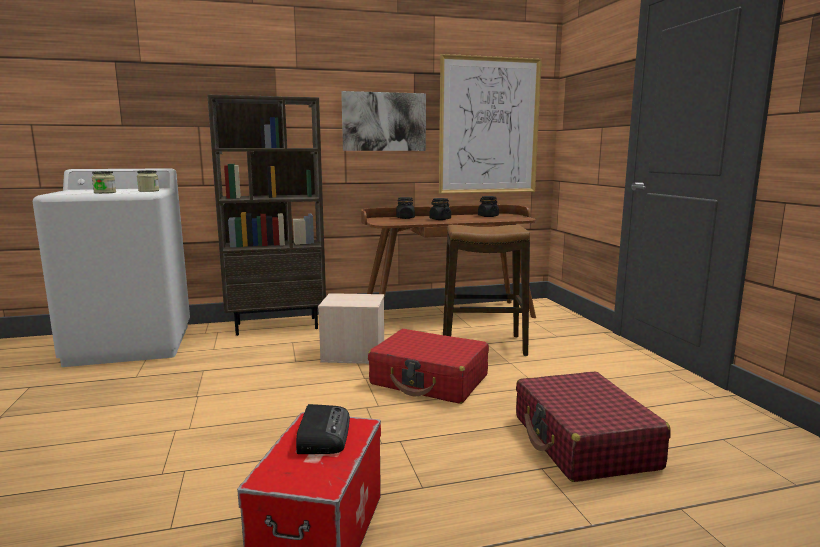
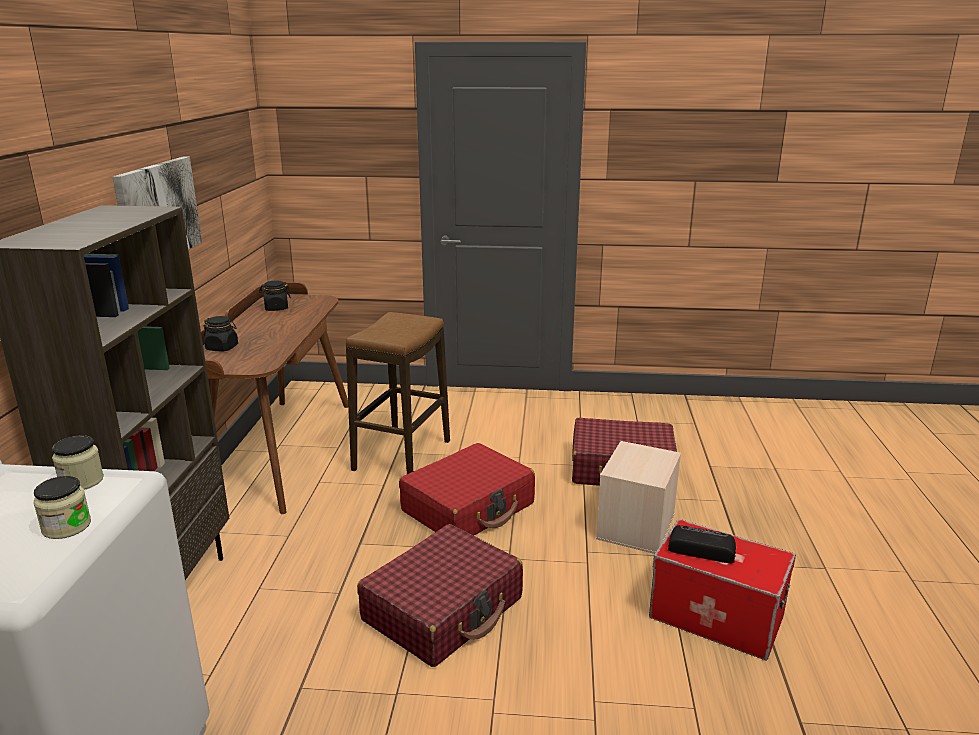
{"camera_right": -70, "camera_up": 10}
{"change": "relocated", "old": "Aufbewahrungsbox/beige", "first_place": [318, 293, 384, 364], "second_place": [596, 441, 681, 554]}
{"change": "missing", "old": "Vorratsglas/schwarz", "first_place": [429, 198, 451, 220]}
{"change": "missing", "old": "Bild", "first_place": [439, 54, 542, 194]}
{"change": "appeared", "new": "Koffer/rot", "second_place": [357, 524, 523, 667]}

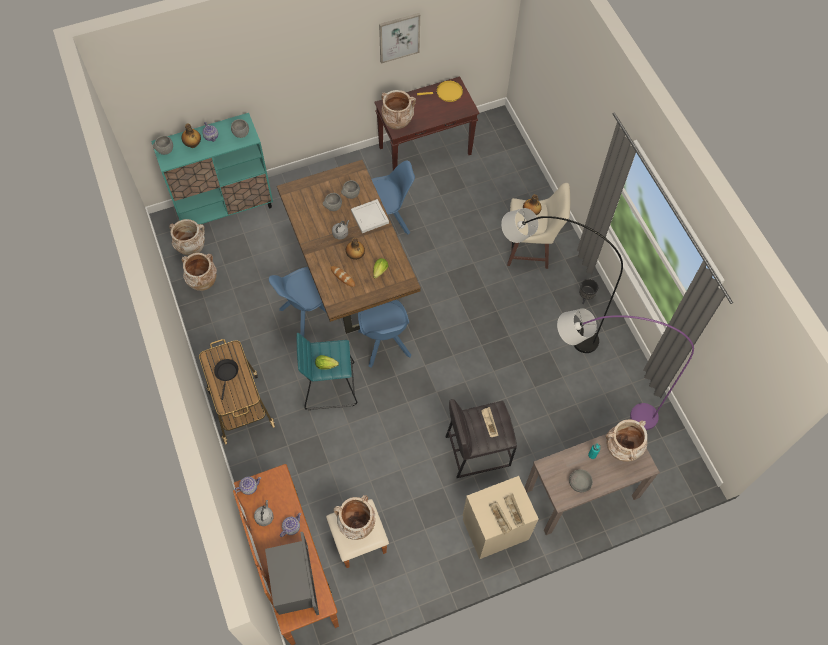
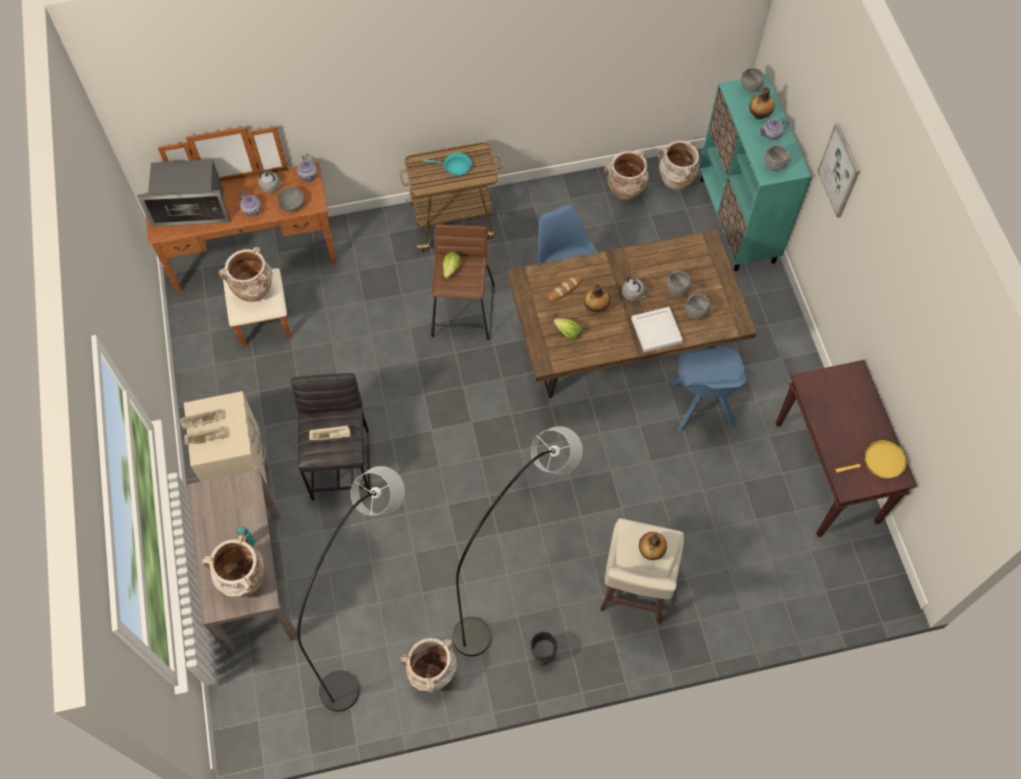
{"camera_right": 100, "camera_up": 0}
{"change": "colour", "old": "Pfanne/schwarz", "new": "Pfanne/türkis", "first_place": [214, 359, 238, 400], "second_place": [423, 152, 472, 176]}
{"change": "colour", "old": "Hocker/türkis", "new": "Hocker/braun", "first_place": [297, 332, 357, 410], "second_place": [431, 224, 495, 340]}
{"change": "missing", "old": "Stuhl/blau", "first_place": [358, 300, 411, 368]}
{"change": "relocated", "old": "Bild", "first_place": [379, 13, 420, 64], "second_place": [817, 123, 860, 218]}
{"change": "relocated", "old": "Vase/beige", "first_place": [381, 90, 416, 130], "second_place": [400, 638, 457, 692]}
{"change": "spun", "old": "Pfanne/gelb", "first_place": [417, 81, 463, 102], "second_place": [836, 440, 907, 479], "degrees": -105}
{"change": "colour", "old": "Stehlampe/lila", "new": "Stehlampe/schwarz", "first_place": [557, 308, 694, 430], "second_place": [297, 466, 405, 712]}
{"change": "relocated", "old": "Schüssel/grau", "first_place": [569, 469, 593, 492], "second_place": [278, 187, 304, 212]}

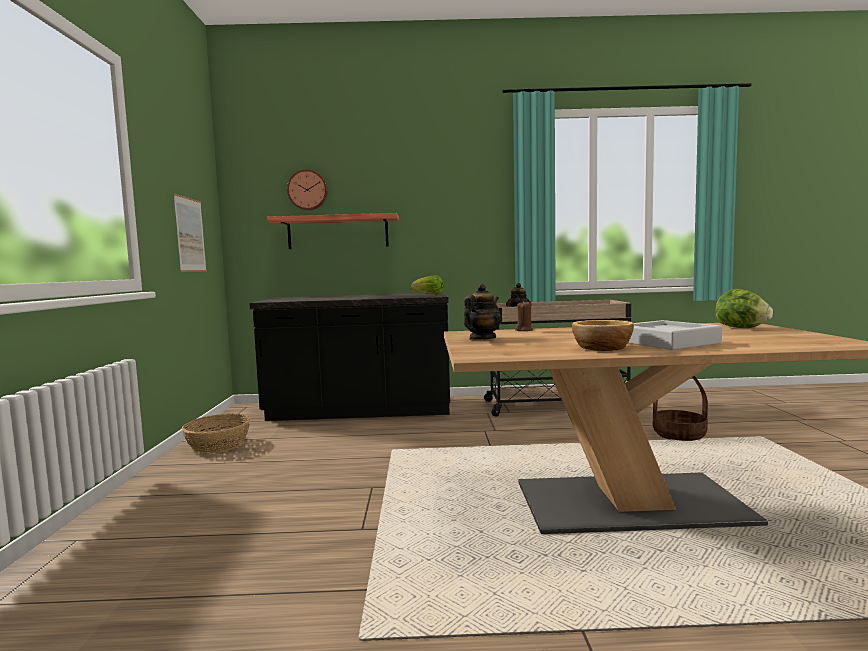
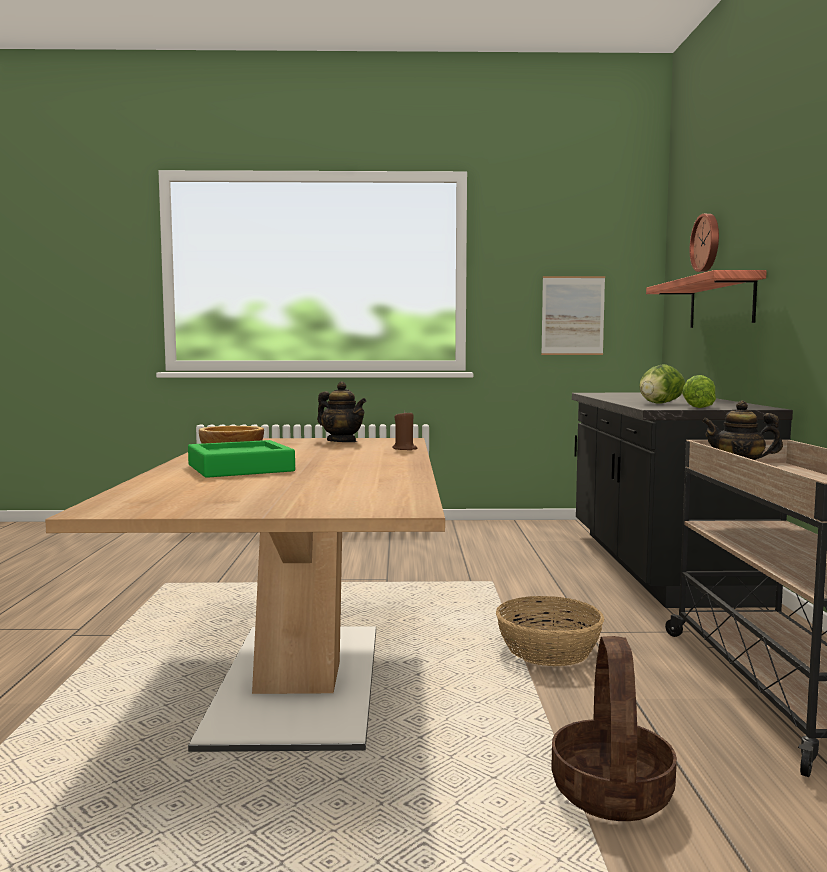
{"camera_right": 90, "camera_up": 0}
{"change": "relocated", "old": "Korb", "first_place": [181, 414, 250, 453], "second_place": [496, 596, 604, 666]}
{"change": "colour", "old": "Tablett/grau", "new": "Tablett/grün", "first_place": [628, 320, 722, 350], "second_place": [188, 440, 295, 478]}
{"change": "relocated", "old": "Salatkopf", "first_place": [716, 289, 773, 328], "second_place": [639, 364, 685, 404]}

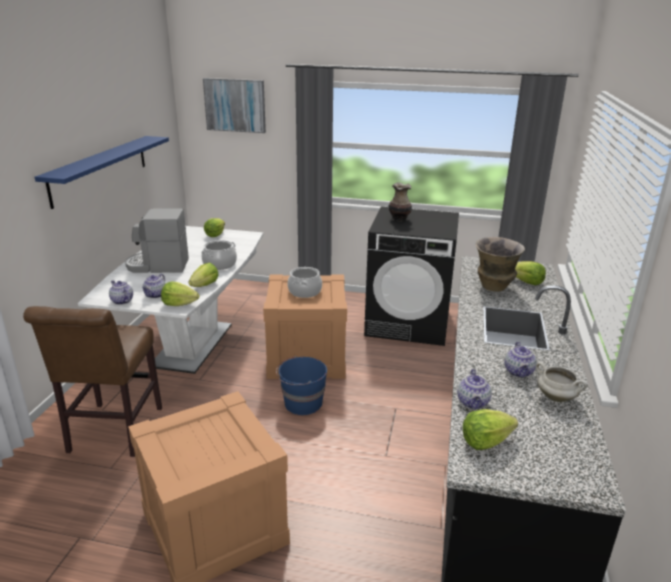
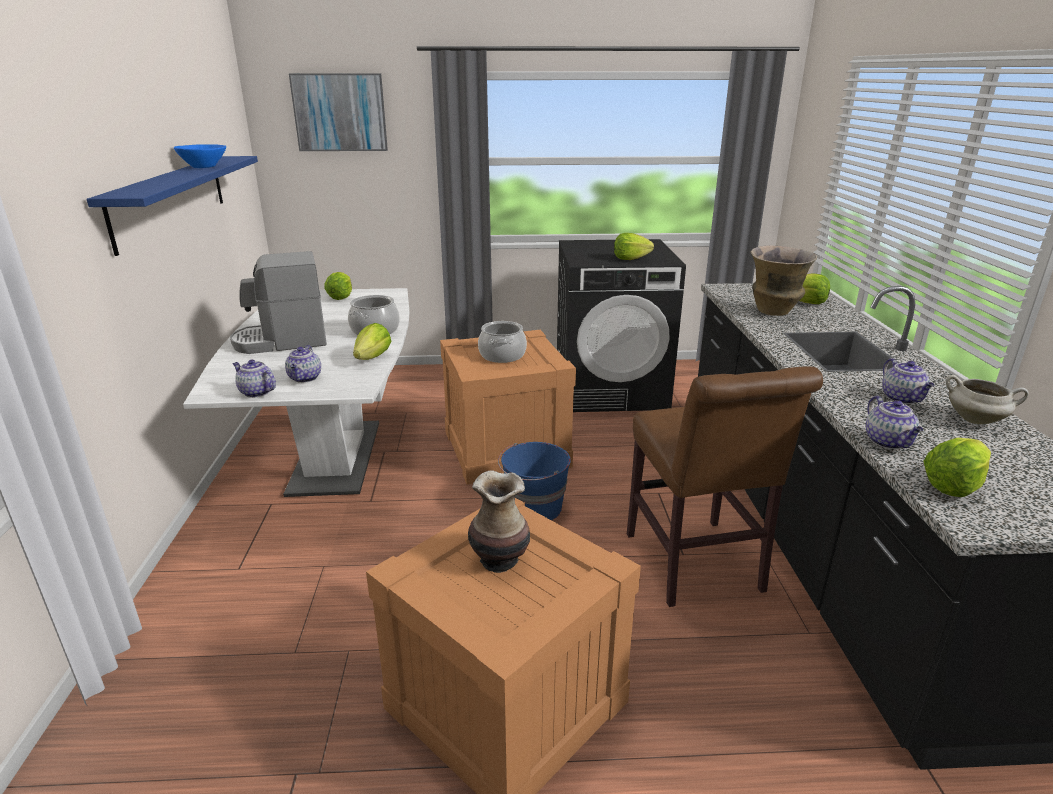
{"camera_right": -15, "camera_up": 0}
{"change": "relocated", "old": "Stuhl/braun", "first_place": [23, 306, 162, 457], "second_place": [627, 366, 823, 607]}
{"change": "relocated", "old": "Salatkopf", "first_place": [161, 281, 200, 306], "second_place": [614, 233, 654, 260]}
{"change": "relocated", "old": "Vase", "first_place": [388, 182, 412, 221], "second_place": [468, 470, 530, 573]}
{"change": "appeared", "new": "Schüssel/blau", "second_place": [174, 144, 226, 168]}

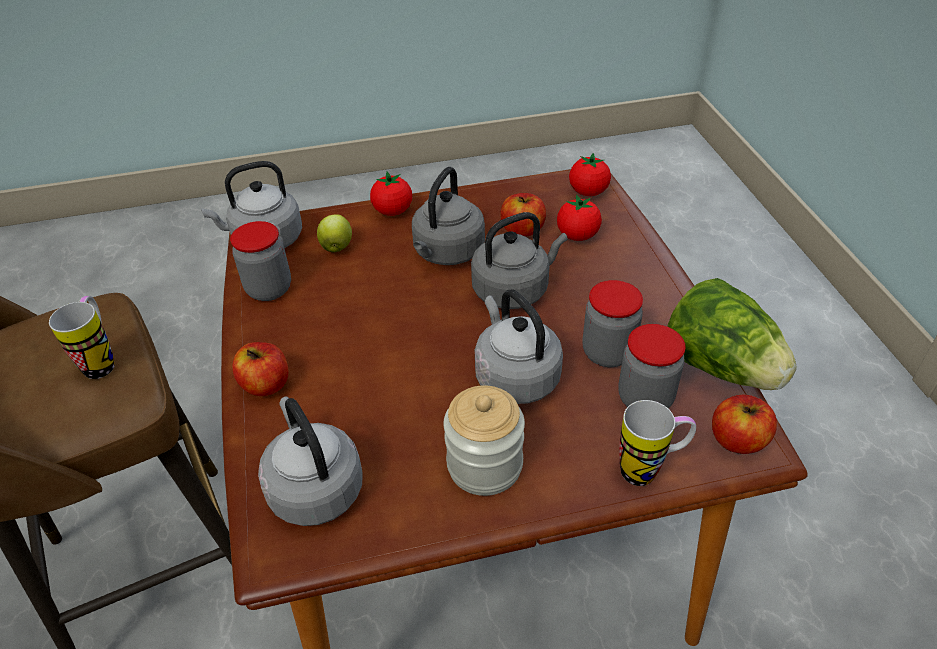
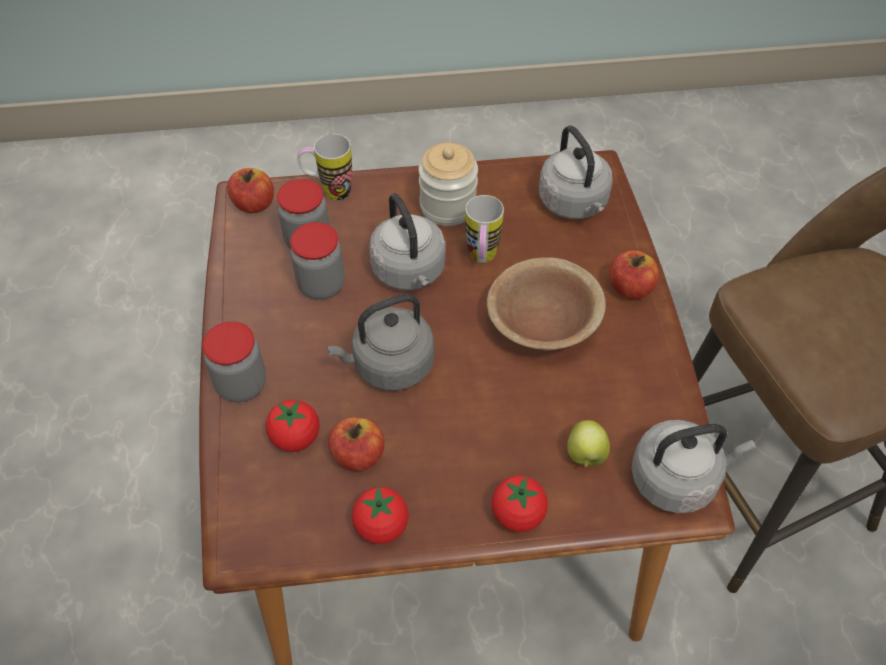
{"camera_right": -175, "camera_up": 10}
{"change": "relocated", "old": "Henkelbecher", "first_place": [49, 296, 115, 379], "second_place": [465, 195, 504, 263]}
{"change": "relocated", "old": "Vorratsglas", "first_place": [230, 221, 291, 301], "second_place": [202, 322, 266, 402]}
{"change": "missing", "old": "Wasserkessel/grau", "first_place": [412, 167, 485, 265]}
{"change": "relocated", "old": "Tomate", "first_place": [569, 153, 611, 196], "second_place": [352, 486, 409, 544]}
{"change": "missing", "old": "Salatkopf", "first_place": [668, 278, 797, 390]}
{"change": "appeared", "new": "Schüssel/braun", "second_place": [487, 257, 606, 350]}

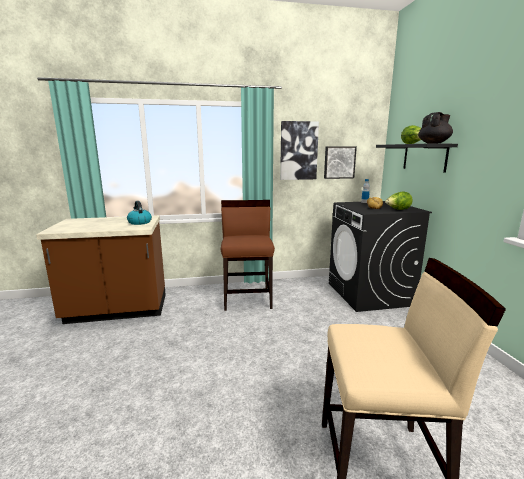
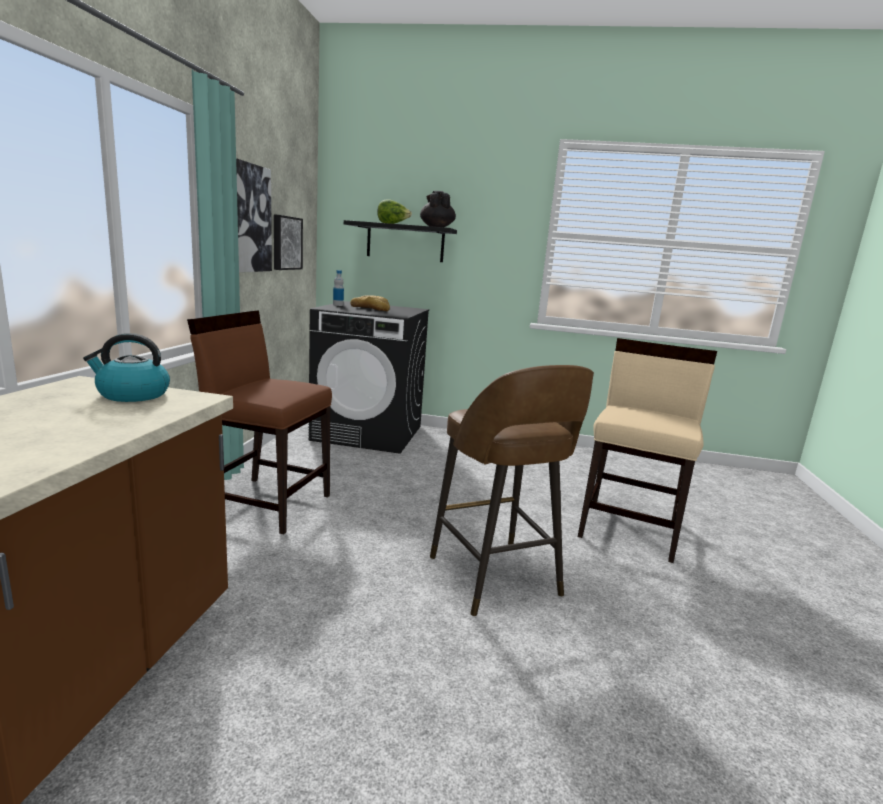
{"camera_right": -70, "camera_up": 0}
{"change": "missing", "old": "Salatkopf", "first_place": [385, 192, 413, 210]}
{"change": "appeared", "new": "Hocker/braun", "second_place": [430, 365, 594, 616]}

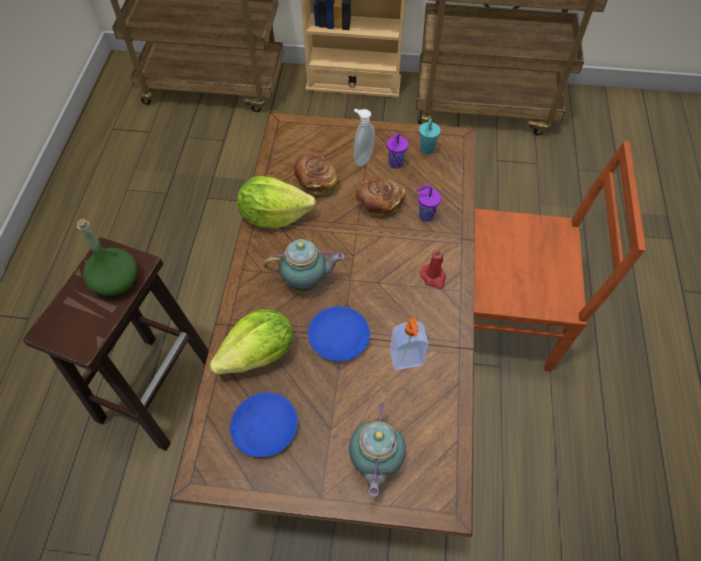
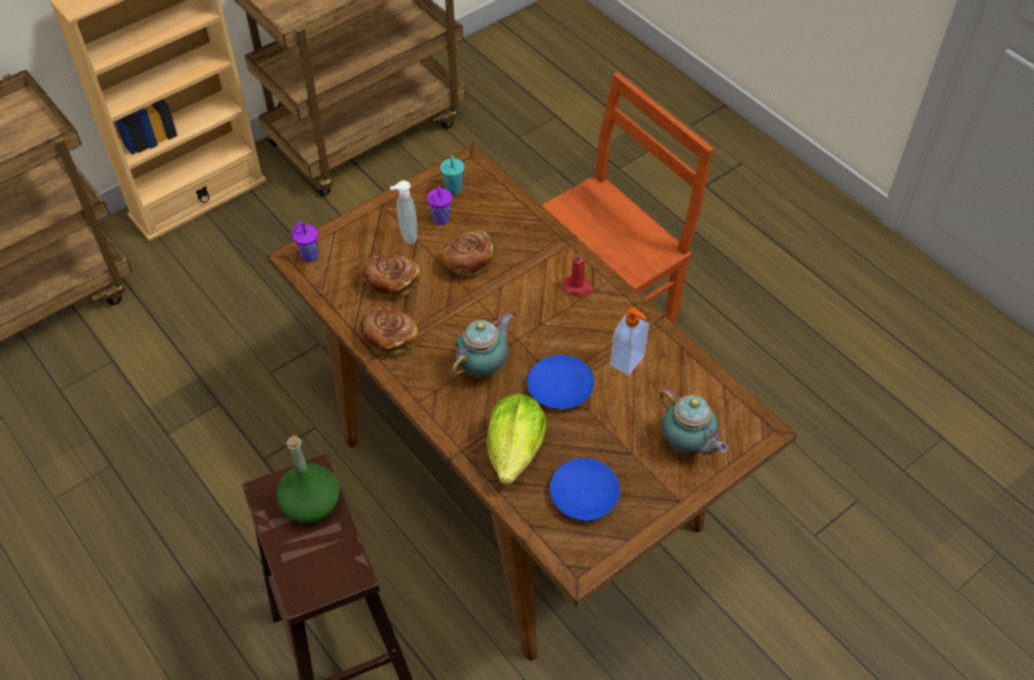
{"camera_right": -45, "camera_up": -5}
{"change": "exchanged", "old": "Salatkopf", "new": "Brot", "first_place": [237, 176, 316, 228], "second_place": [359, 307, 419, 357]}
{"change": "relocated", "old": "Tasse/lila", "first_place": [417, 185, 441, 222], "second_place": [290, 222, 319, 262]}

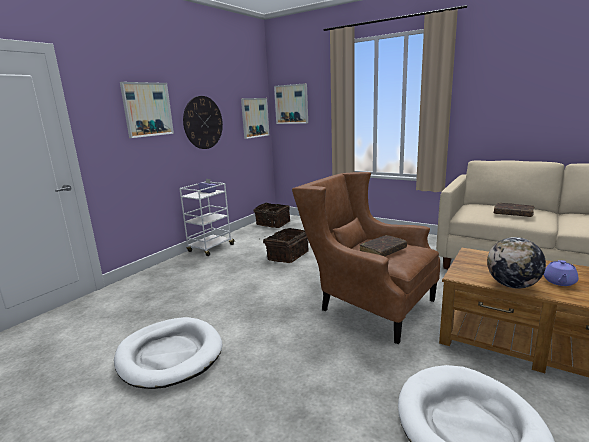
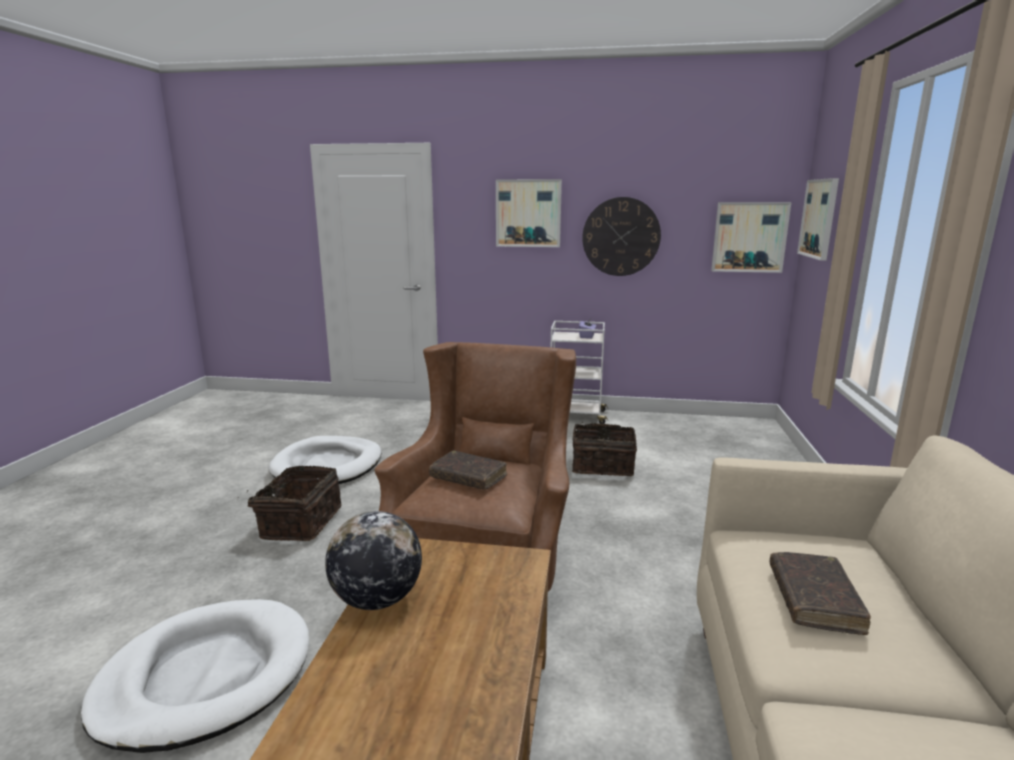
{"camera_right": 65, "camera_up": 0}
{"change": "relocated", "old": "Korb", "first_place": [254, 203, 290, 228], "second_place": [247, 466, 342, 541]}
{"change": "missing", "old": "Teekanne/lila", "first_place": [543, 260, 579, 286]}

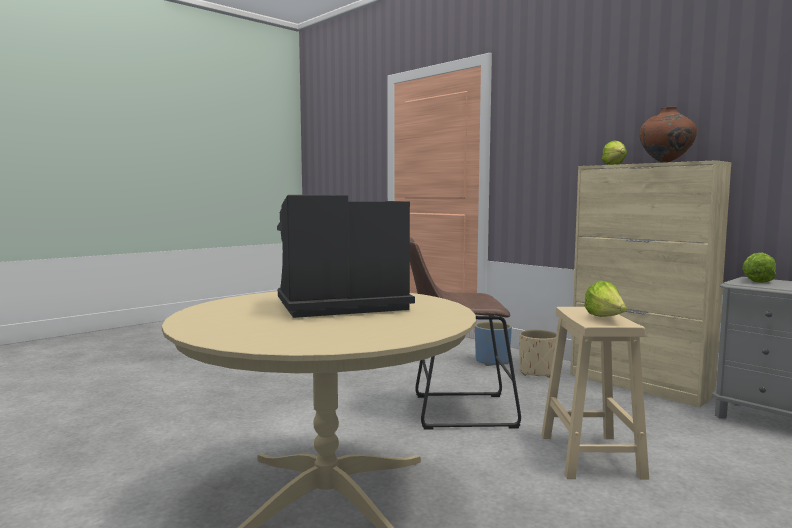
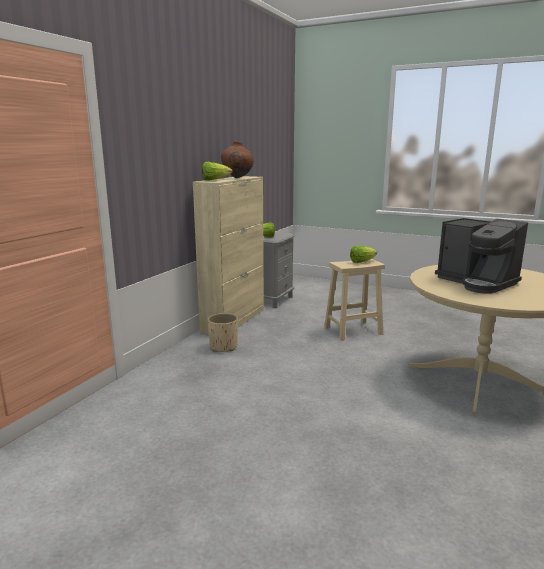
{"camera_right": -110, "camera_up": 10}
{"change": "missing", "old": "Hocker/braun", "first_place": [410, 237, 521, 430]}
{"change": "missing", "old": "Pflanzkübel/blau", "first_place": [475, 321, 512, 366]}

